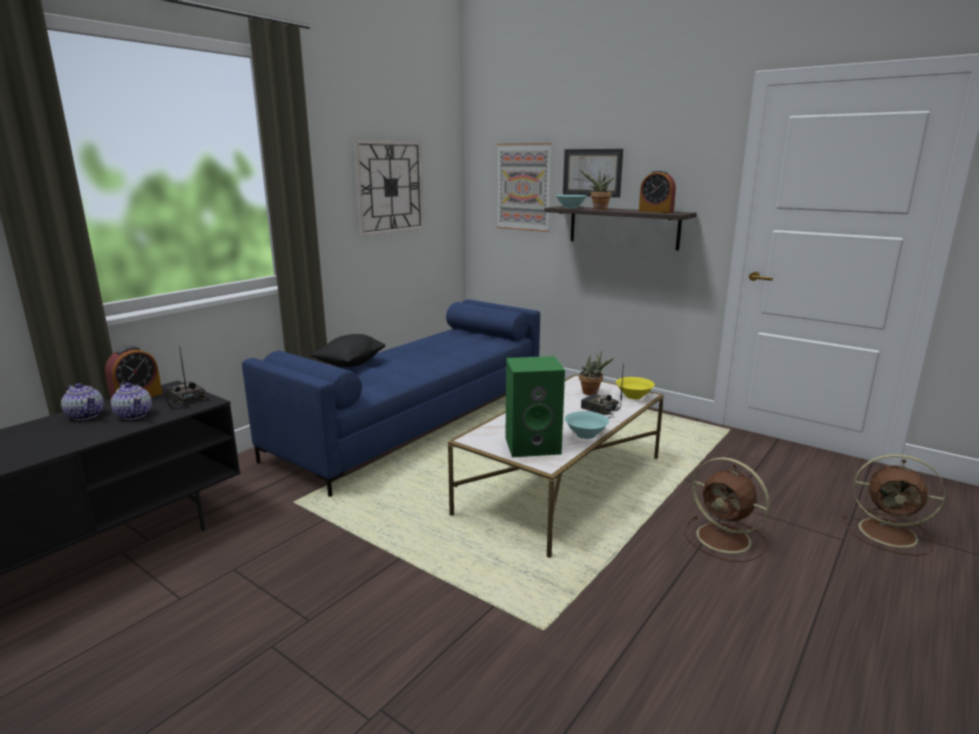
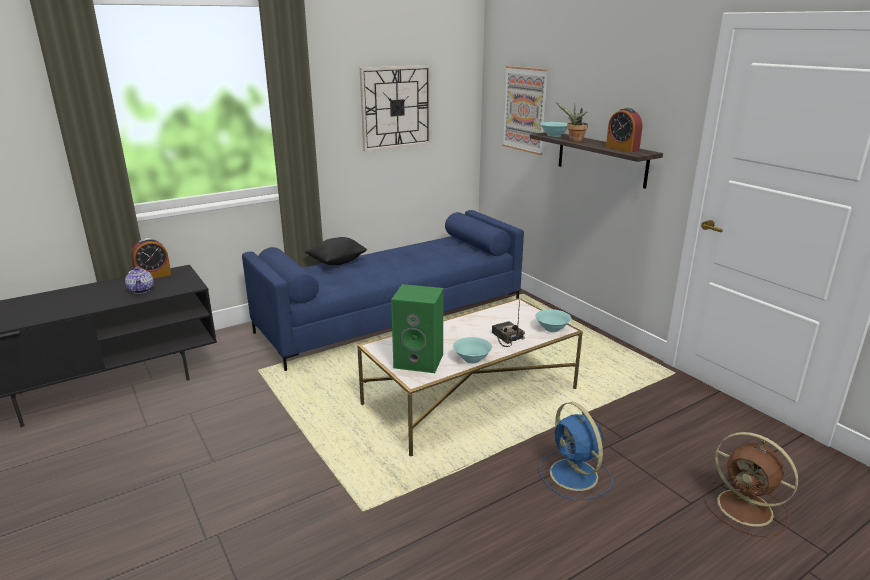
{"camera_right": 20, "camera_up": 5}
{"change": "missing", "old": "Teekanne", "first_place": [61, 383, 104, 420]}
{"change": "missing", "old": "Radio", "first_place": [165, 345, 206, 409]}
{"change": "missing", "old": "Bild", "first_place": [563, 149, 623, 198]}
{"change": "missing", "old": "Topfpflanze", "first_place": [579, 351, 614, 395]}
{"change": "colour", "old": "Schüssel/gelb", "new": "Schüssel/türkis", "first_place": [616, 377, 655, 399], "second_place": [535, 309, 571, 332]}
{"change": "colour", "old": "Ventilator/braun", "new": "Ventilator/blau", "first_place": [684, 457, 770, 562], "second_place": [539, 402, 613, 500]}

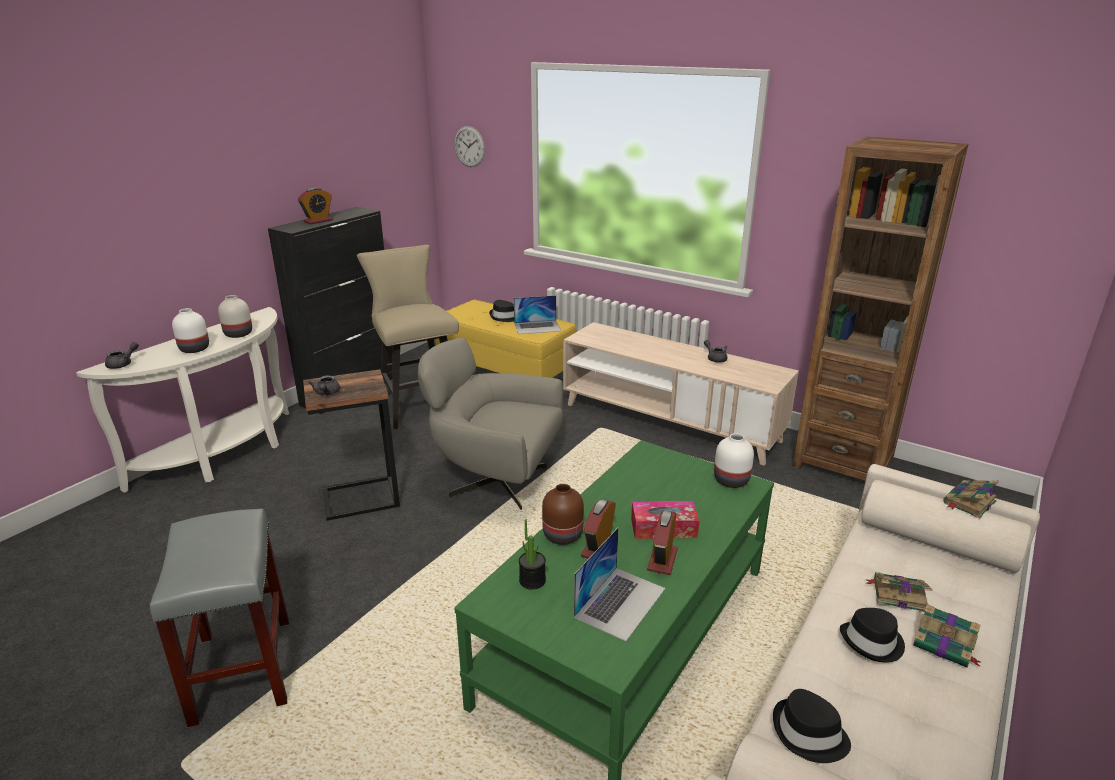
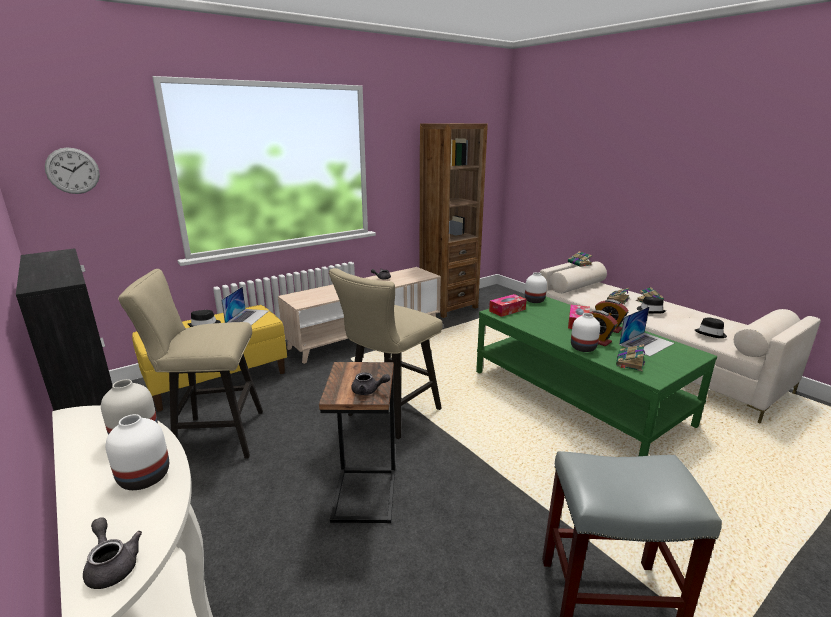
{"camera_right": -70, "camera_up": -5}
{"change": "missing", "old": "Wecker", "first_place": [298, 188, 333, 224]}
{"change": "exchanged", "old": "Sessel/grau", "new": "Hocker/beige", "first_place": [418, 337, 563, 510], "second_place": [329, 268, 443, 439]}
{"change": "exchanged", "old": "Topfpflanze", "new": "Buch", "first_place": [519, 519, 546, 590], "second_place": [616, 344, 645, 371]}
{"change": "colour", "old": "Vase/braun", "new": "Vase/weiß", "first_place": [542, 484, 584, 545], "second_place": [571, 313, 600, 352]}
{"change": "spun", "old": "Laptop", "first_place": [574, 528, 665, 641], "second_place": [619, 307, 674, 356], "degrees": 90}
{"change": "appeared", "new": "Taschentuchbox", "second_place": [489, 294, 527, 317]}

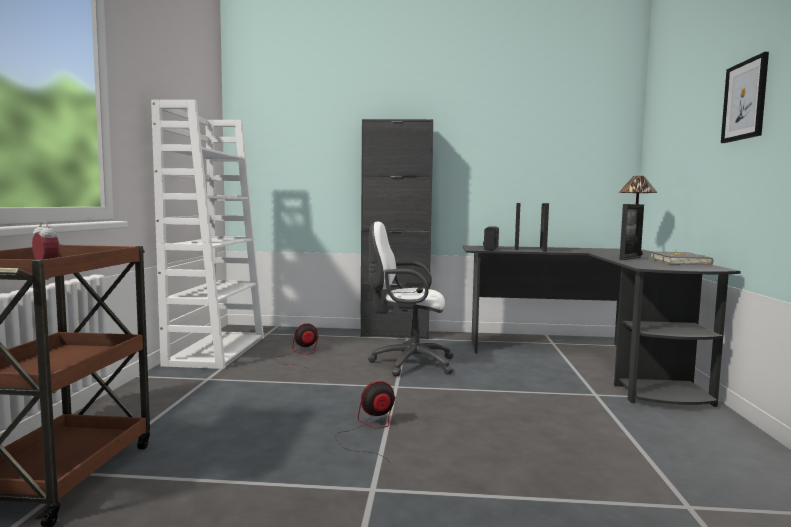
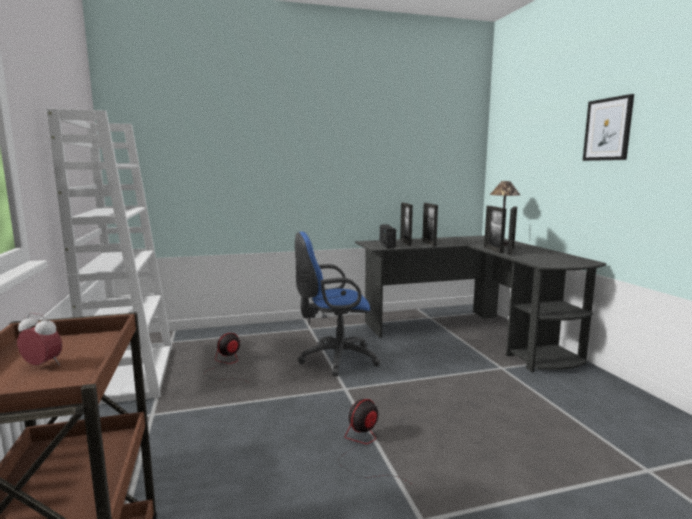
{"camera_right": -20, "camera_up": 5}
{"change": "missing", "old": "Schrank/schwarz", "first_place": [360, 119, 433, 339]}
{"change": "colour", "old": "Bürostuhl/weiß", "new": "Bürostuhl/blau", "first_place": [368, 222, 454, 376], "second_place": [295, 232, 381, 376]}
{"change": "missing", "old": "Buch/grau", "first_place": [649, 251, 713, 265]}
{"change": "appeared", "new": "Bilderrahmen", "second_place": [484, 206, 506, 253]}

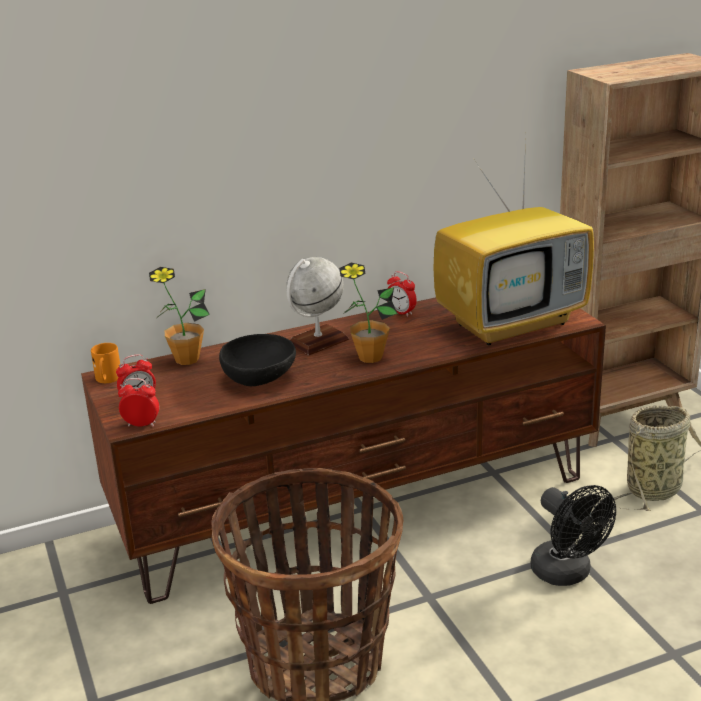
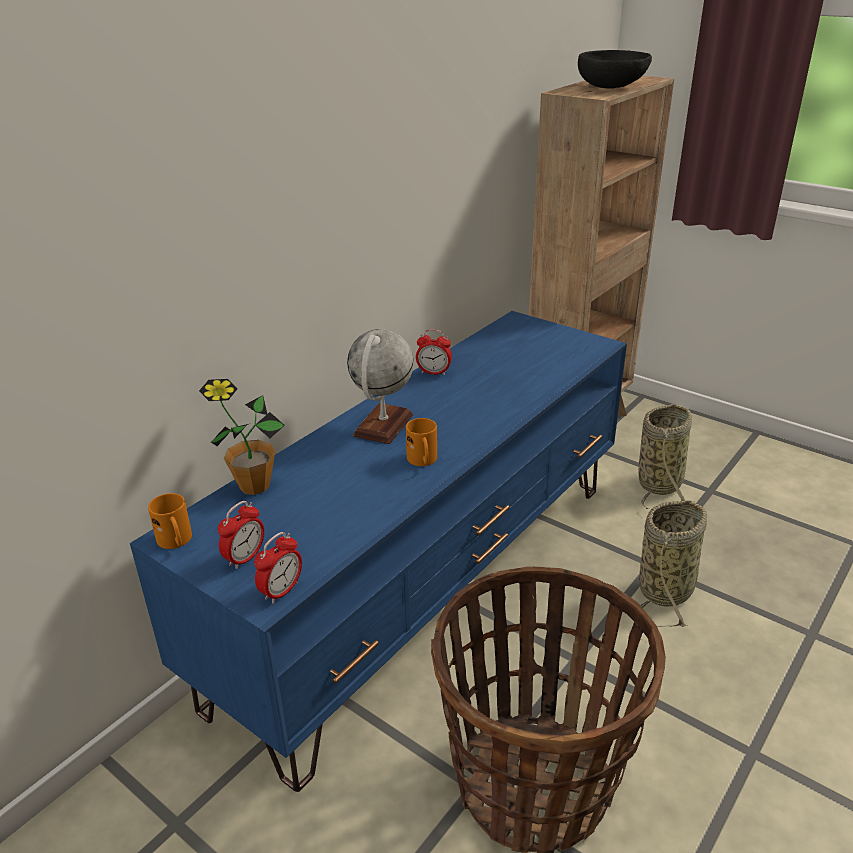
{"camera_right": -30, "camera_up": 5}
{"change": "colour", "old": "Fernsehschrank/braun", "new": "Fernsehschrank/blau", "first_place": [81, 297, 606, 604], "second_place": [130, 311, 627, 792]}
{"change": "spun", "old": "Wecker", "first_place": [118, 378, 159, 427], "second_place": [254, 532, 302, 604], "degrees": 150}
{"change": "relocated", "old": "Schüssel/schwarz", "first_place": [219, 334, 296, 386], "second_place": [578, 50, 652, 89]}
{"change": "missing", "old": "Topfpflanze", "first_place": [339, 263, 398, 363]}
{"change": "missing", "old": "Fernseher", "first_place": [434, 141, 594, 345]}
{"change": "exchanged", "old": "Ventilator/schwarz", "new": "Korb", "first_place": [531, 485, 616, 586], "second_place": [639, 500, 707, 627]}
{"change": "appeared", "new": "Henkelbecher/orange", "second_place": [406, 418, 437, 466]}

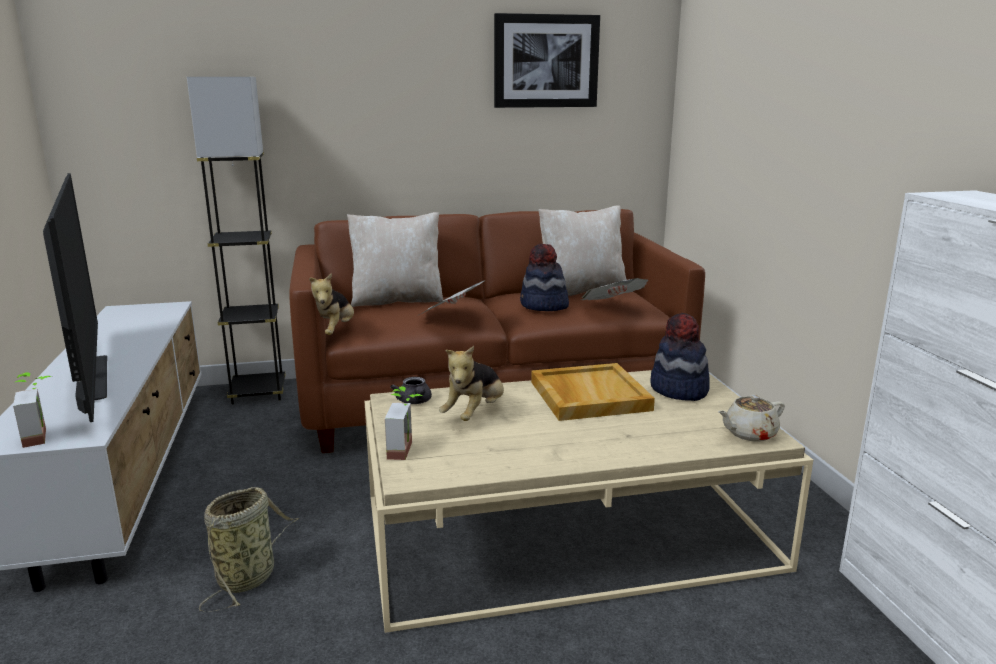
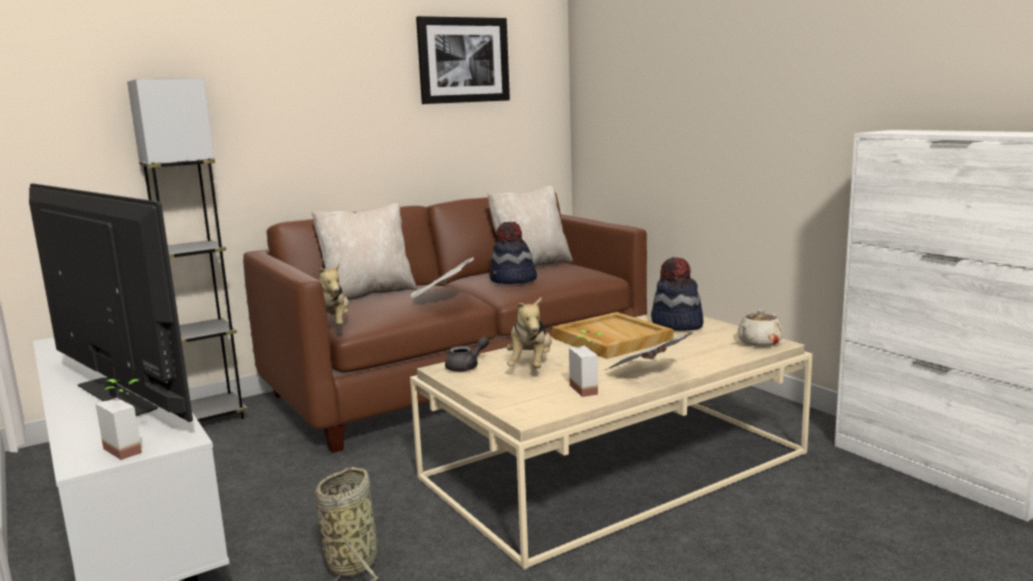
{"camera_right": -20, "camera_up": -5}
{"change": "relocated", "old": "Topfpflanze", "first_place": [385, 386, 422, 460], "second_place": [569, 330, 603, 397]}
{"change": "spun", "old": "Teekanne/grau", "first_place": [390, 377, 432, 404], "second_place": [445, 337, 489, 372], "degrees": -90}
{"change": "relocated", "old": "Zeitung", "first_place": [581, 278, 649, 300], "second_place": [605, 333, 693, 370]}

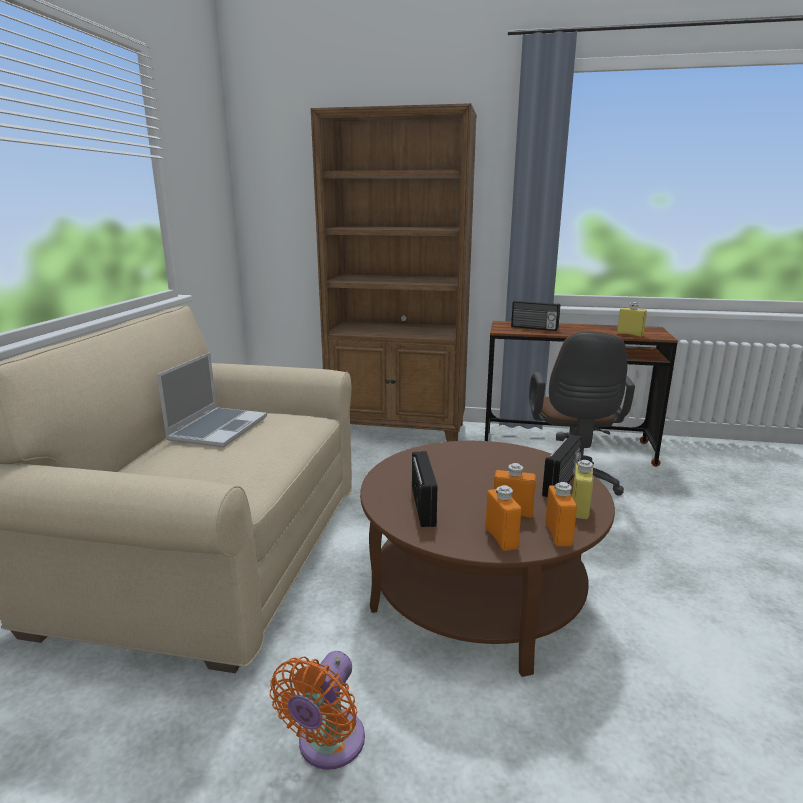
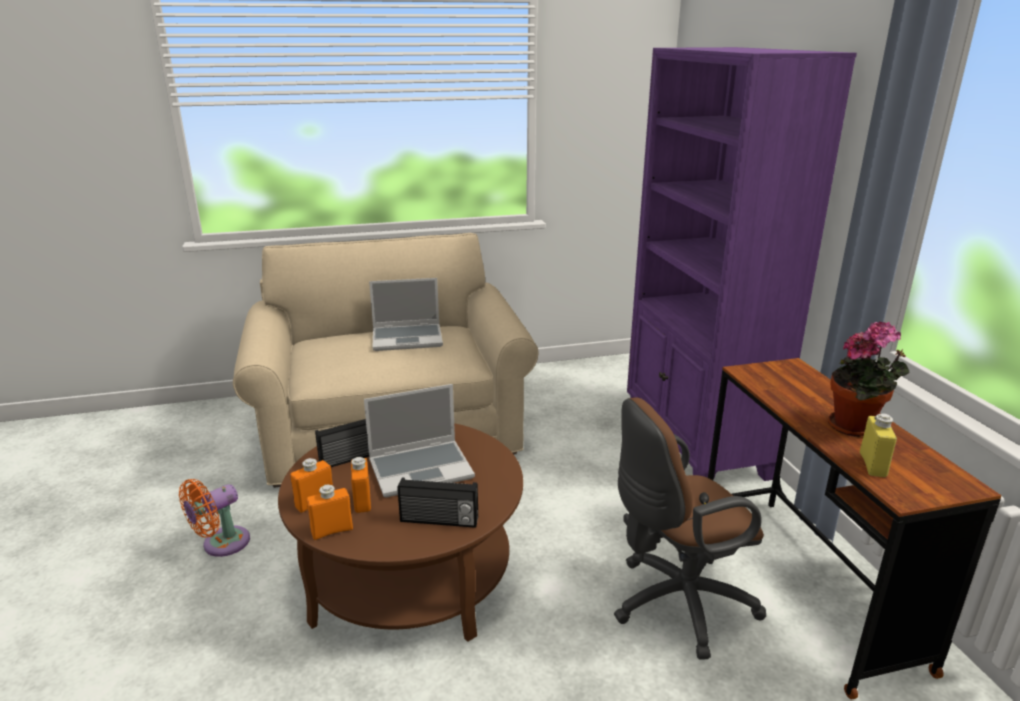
{"camera_right": 65, "camera_up": 5}
{"change": "spun", "old": "Ventilator/orange", "first_place": [270, 651, 365, 770], "second_place": [179, 479, 250, 557], "degrees": -45}
{"change": "colour", "old": "Bücherregal/braun", "new": "Bücherregal/lila", "first_place": [311, 103, 477, 442], "second_place": [627, 47, 857, 481]}
{"change": "missing", "old": "Radio", "first_place": [511, 301, 560, 331]}
{"change": "missing", "old": "Flasche/gelb", "first_place": [572, 460, 593, 519]}
{"change": "appeared", "new": "Laptop", "second_place": [364, 384, 475, 497]}
{"change": "appeared", "new": "Topfpflanze", "second_place": [828, 322, 910, 437]}

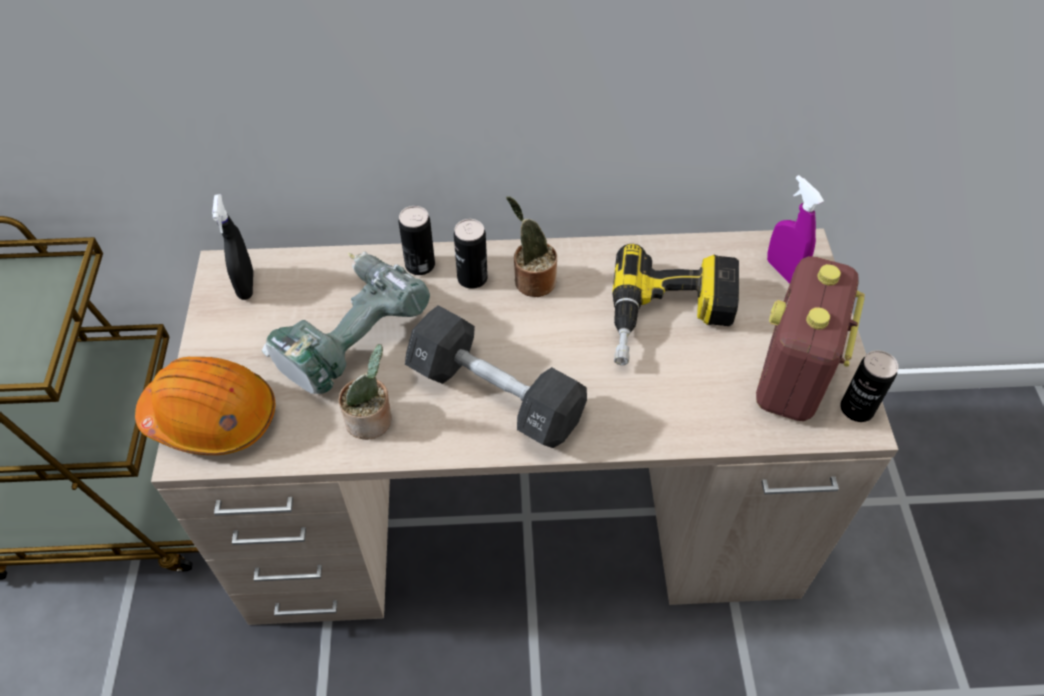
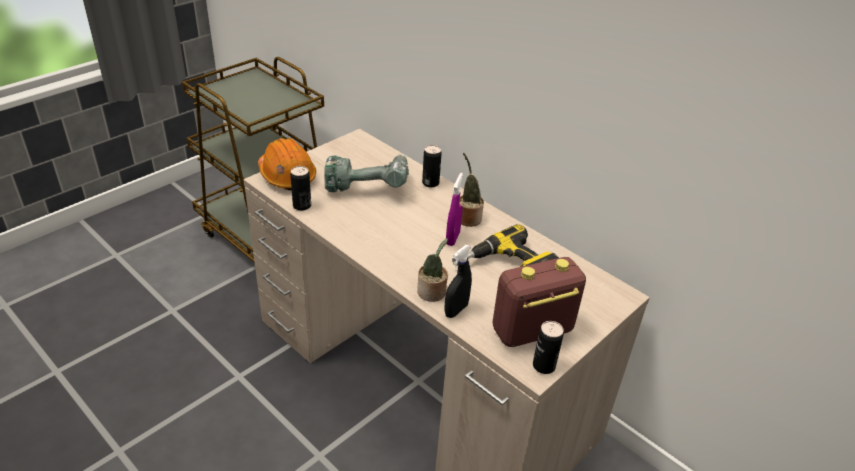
{"camera_right": 45, "camera_up": -15}
{"change": "relocated", "old": "Sprühflasche/schwarz", "first_place": [212, 194, 253, 300], "second_place": [444, 245, 472, 318]}
{"change": "relocated", "old": "Topfpflanze", "first_place": [339, 344, 391, 440], "second_place": [417, 238, 448, 302]}
{"change": "missing", "old": "Hantel/schwarz", "first_place": [405, 305, 587, 448]}
{"change": "relocated", "old": "Dose", "first_place": [454, 219, 488, 289], "second_place": [290, 166, 311, 211]}
{"change": "relocated", "old": "Sprühflasche/lila", "first_place": [767, 175, 824, 283], "second_place": [446, 173, 463, 246]}

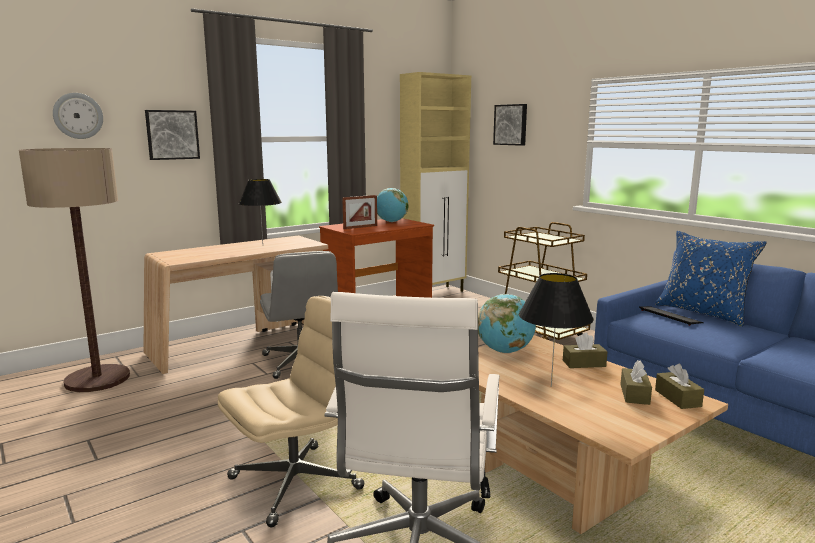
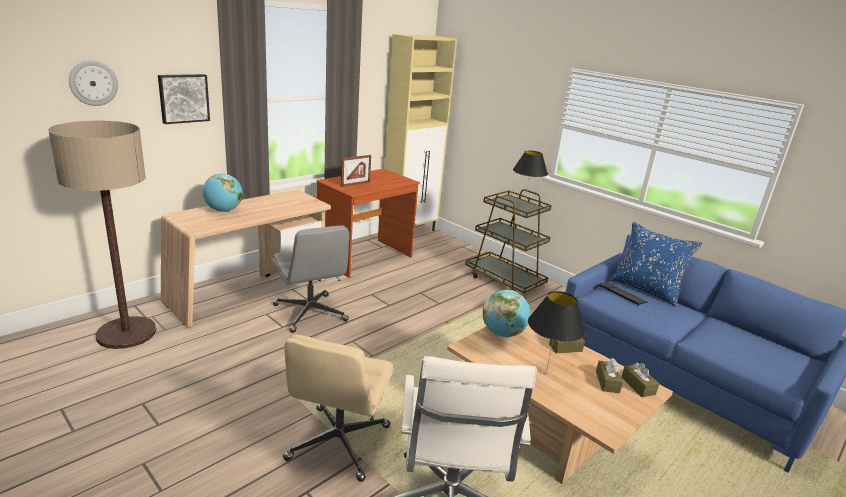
{"camera_right": -10, "camera_up": 10}
{"change": "spun", "old": "Bürostuhl/beige", "first_place": [218, 296, 365, 527], "second_place": [283, 334, 393, 482], "degrees": 150}
{"change": "relocated", "old": "Tischlampe/schwarz", "first_place": [239, 179, 282, 242], "second_place": [513, 151, 548, 206]}
{"change": "relocated", "old": "Globus", "first_place": [377, 188, 408, 222], "second_place": [203, 174, 243, 212]}
{"change": "missing", "old": "Bild", "first_place": [493, 104, 527, 146]}

